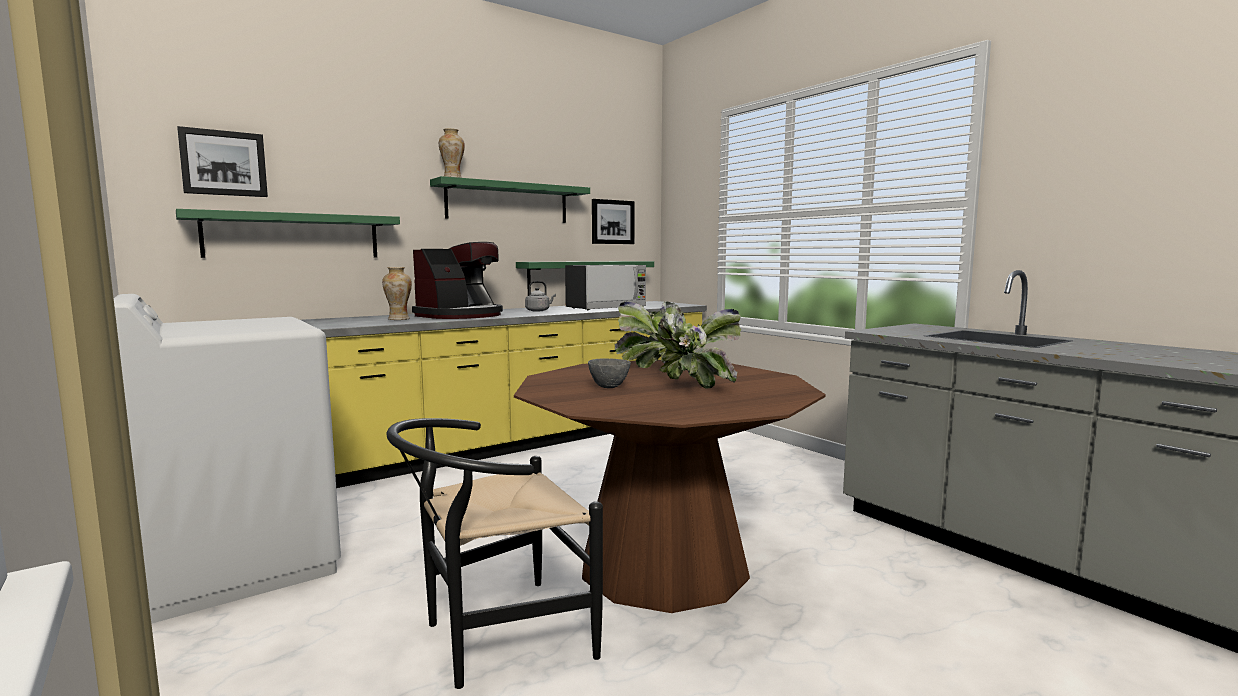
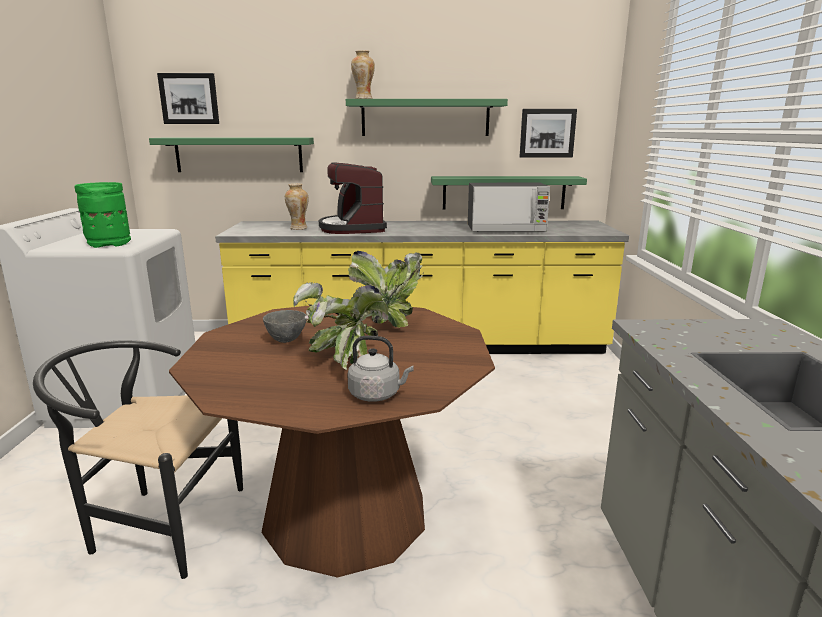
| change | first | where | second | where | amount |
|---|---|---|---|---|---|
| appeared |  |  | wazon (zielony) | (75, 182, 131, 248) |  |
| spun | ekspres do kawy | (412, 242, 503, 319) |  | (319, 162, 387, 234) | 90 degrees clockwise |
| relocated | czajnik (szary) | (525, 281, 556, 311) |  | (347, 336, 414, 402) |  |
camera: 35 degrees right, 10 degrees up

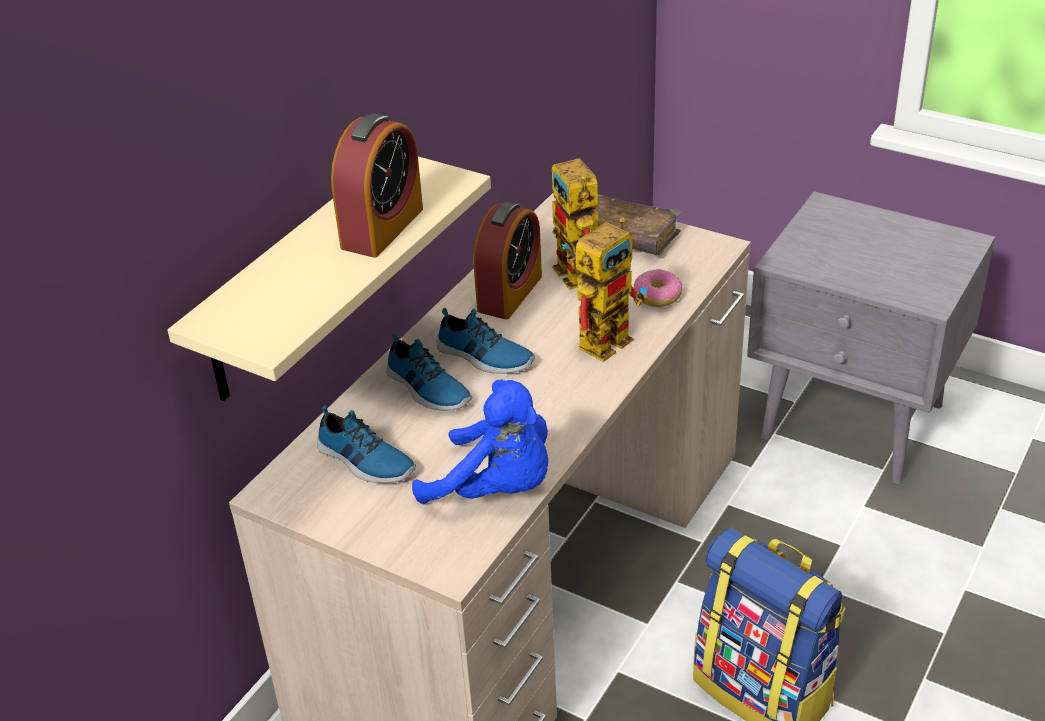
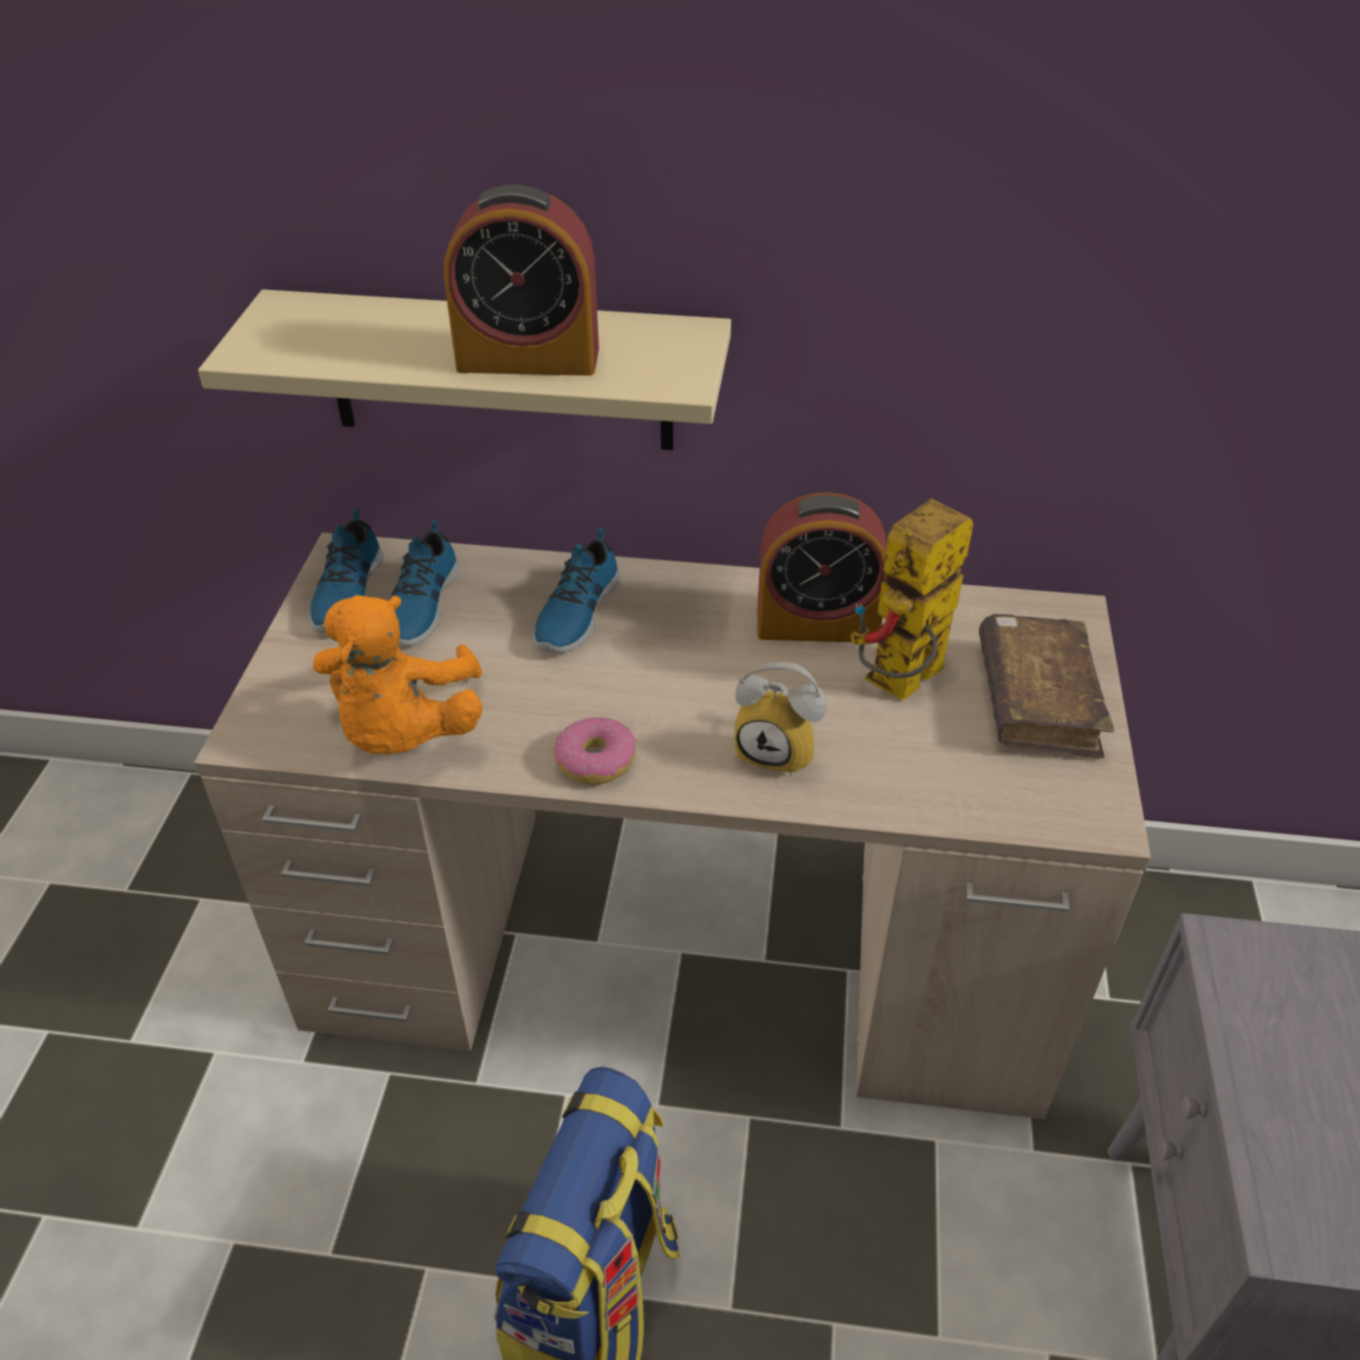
| change | first | where | second | where | amount |
|---|---|---|---|---|---|
| relocated | but | (437, 308, 535, 374) |  | (310, 508, 384, 633) |  |
| colour | pluszak (niebieski) | (412, 379, 548, 504) | pluszak (pomarańczowy) | (313, 595, 483, 755) |  |
| relocated | donut | (634, 269, 682, 307) |  | (554, 717, 636, 785) |  |
| exchanged | robot zabawkowy | (576, 217, 648, 362) | budzik | (735, 662, 827, 776) |  |
camera: 65 degrees right, 5 degrees up

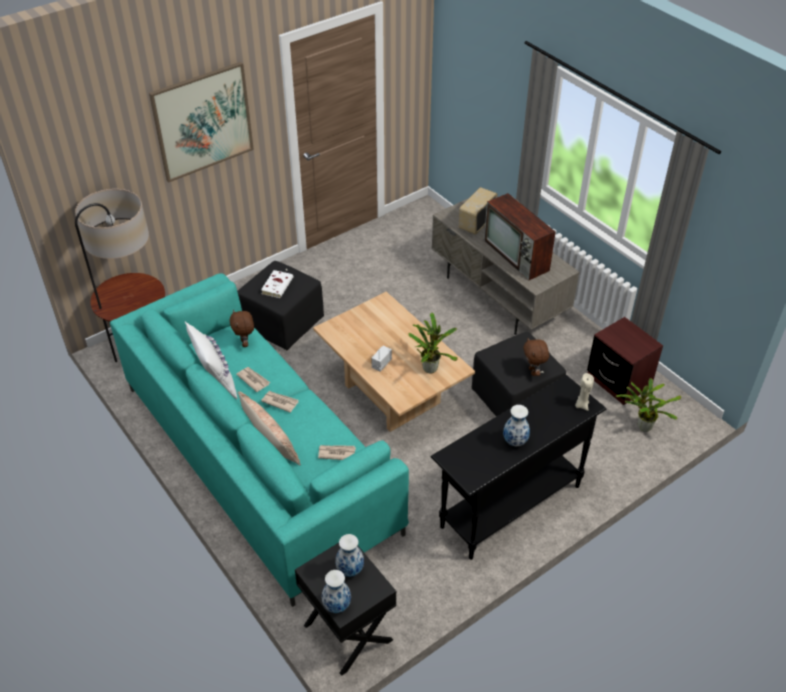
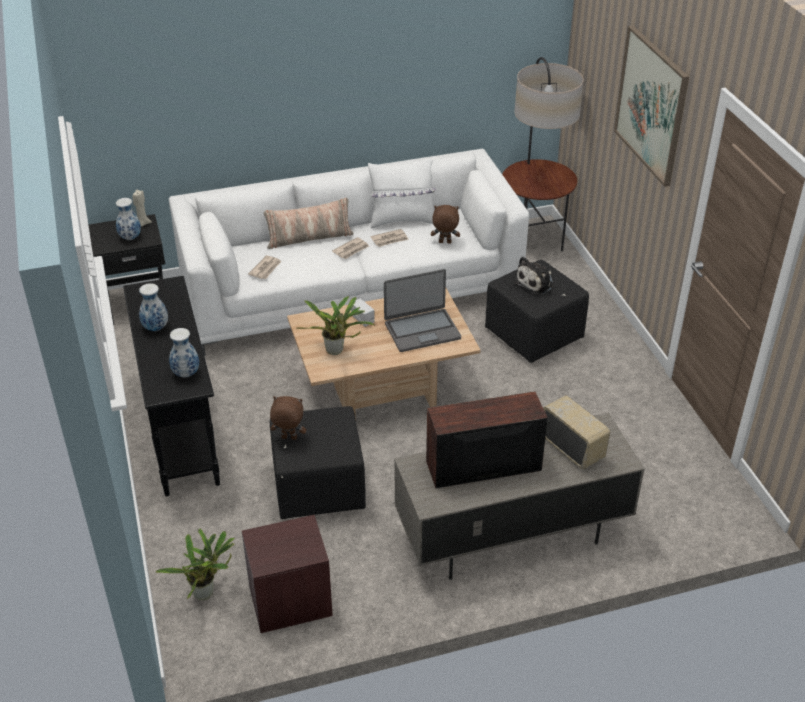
| change | first | where | second | where | amount |
|---|---|---|---|---|---|
| relocated | świeca (beżowy) | (575, 373, 594, 411) |  | (133, 190, 152, 227) |  |
| colour | kanapa (turkusowy) | (110, 273, 409, 607) | kanapa (biały) | (169, 149, 529, 356) |  |
| relocated | wazon | (322, 570, 351, 613) |  | (169, 328, 199, 377) |  |
| appeared |  |  | laptop | (384, 269, 461, 352) |  |
| exchanged | książka (biały) | (261, 270, 293, 298) | pluszak | (514, 256, 554, 295) |  |
camera: 110 degrees right, 5 degrees down

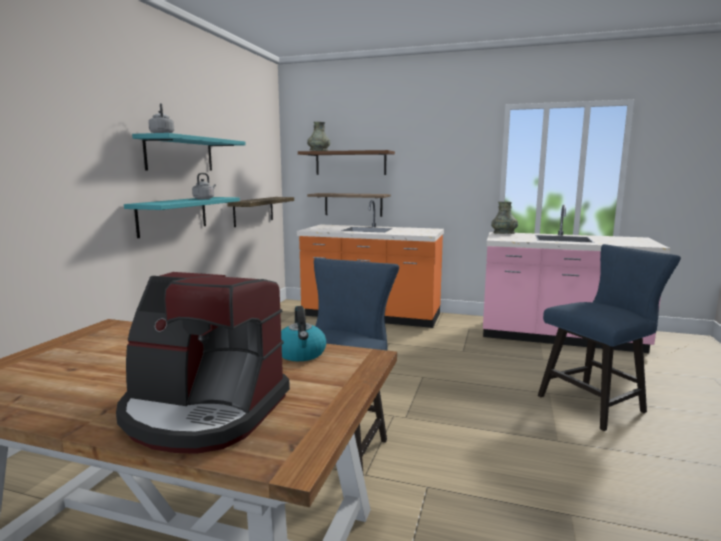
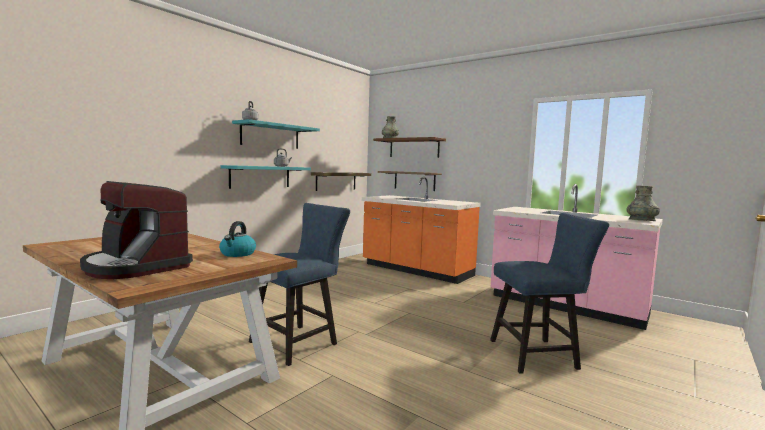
| change | first | where | second | where | amount |
|---|---|---|---|---|---|
| relocated | wazon (szary) | (491, 202, 518, 234) |  | (626, 186, 660, 221) |  |
camera: 20 degrees right, 5 degrees down

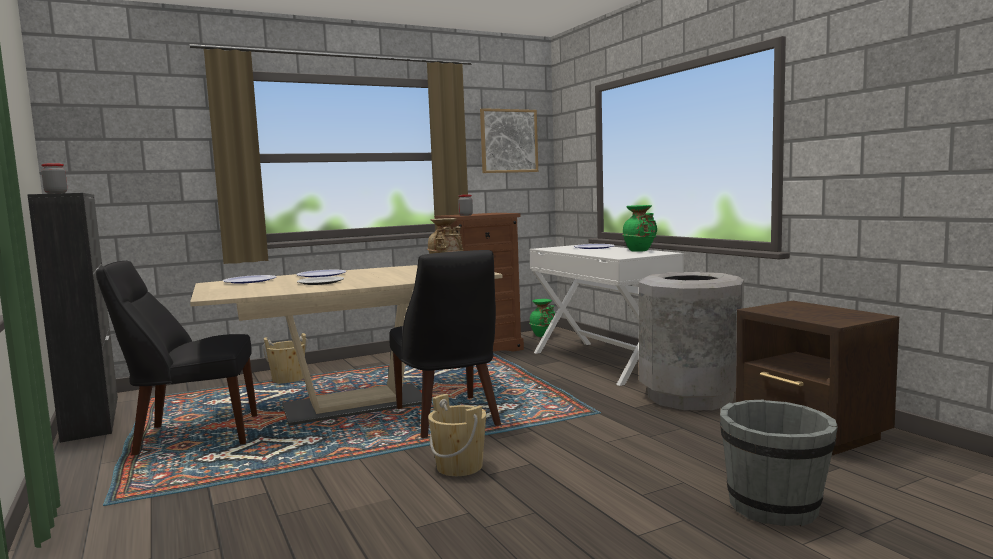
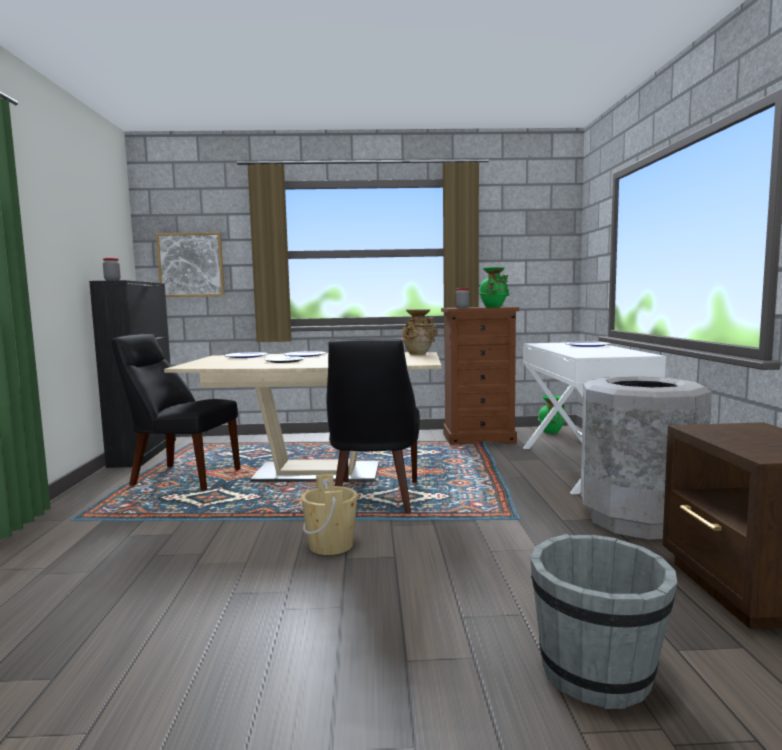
| change | first | where | second | where | amount |
|---|---|---|---|---|---|
| relocated | obraz | (480, 108, 538, 173) |  | (156, 232, 225, 297) |  |
| relocated | wazon (zielony) | (622, 205, 657, 252) |  | (479, 267, 509, 307) |  |
| missing | wiadro (beżowy) | (263, 333, 308, 383) |  |  |  |
camera: 25 degrees right, 0 degrees up

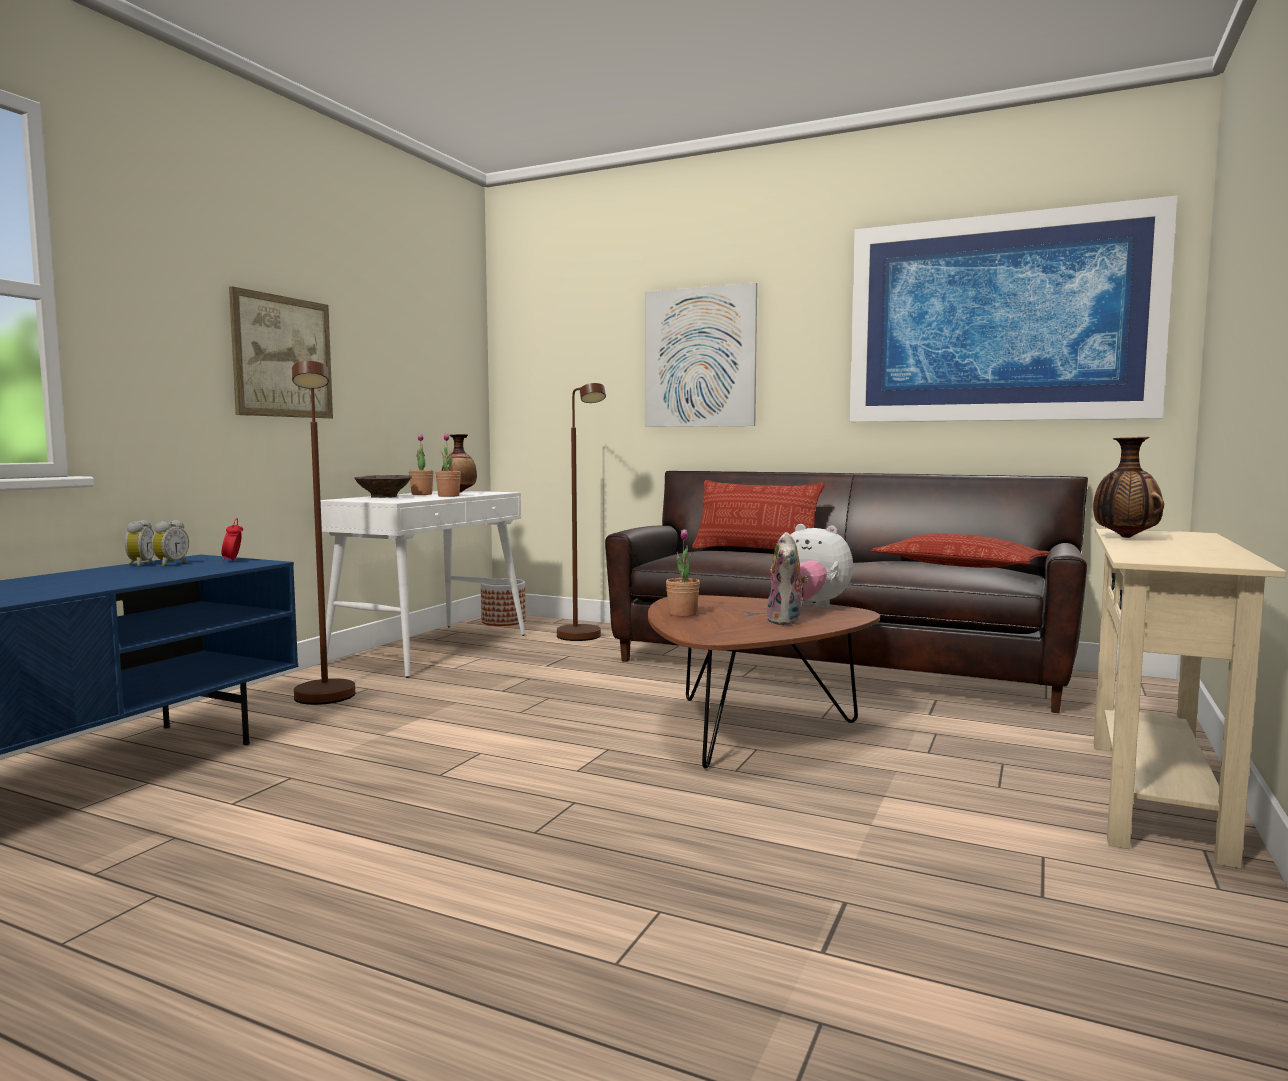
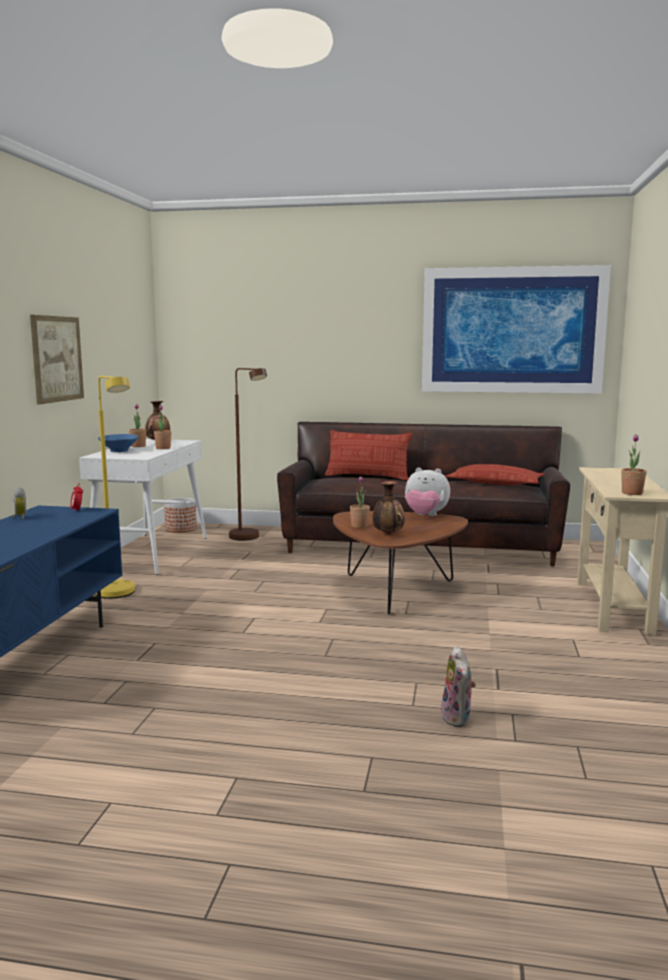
| change | first | where | second | where | amount |
|---|---|---|---|---|---|
| colour | lampa stojąca (brązowy) | (292, 361, 355, 705) | lampa stojąca (żółty) | (95, 376, 135, 599) |  |
| colour | miska (brązowy) | (354, 475, 412, 498) | miska (niebieski) | (98, 434, 138, 452) |  |
| relocated | wazon | (1093, 437, 1164, 538) |  | (372, 481, 405, 534) |  |
| relocated | pluszak | (767, 532, 808, 625) |  | (441, 646, 476, 727) |  |
| appeared |  |  | roślina doniczkowa | (621, 434, 647, 495) |  |
| missing | budzik | (151, 520, 189, 567) |  |  |  |
| missing | obraz | (646, 283, 757, 427) |  |  |  |
camera: 15 degrees left, 5 degrees up

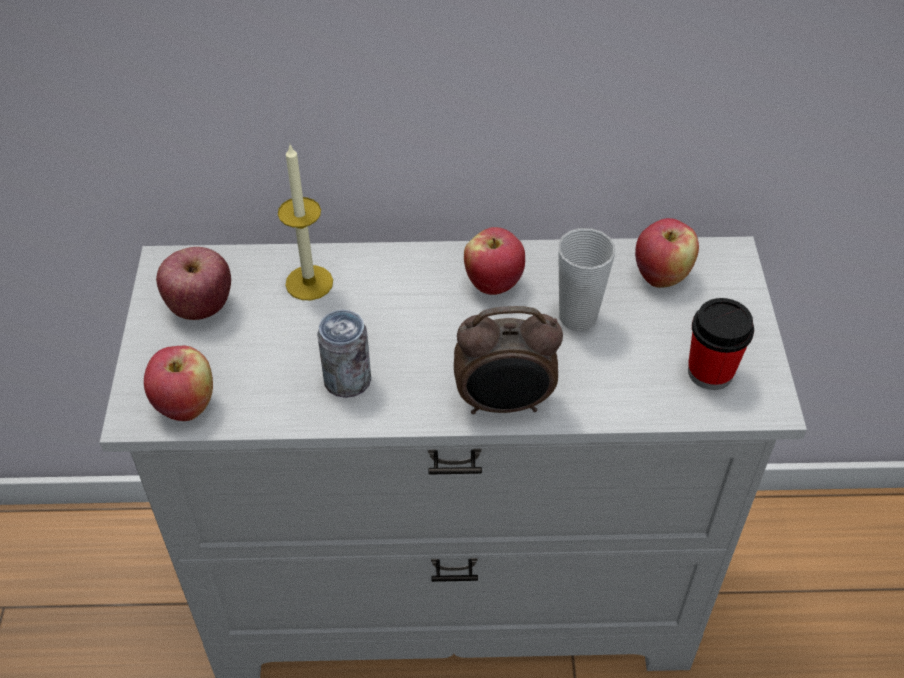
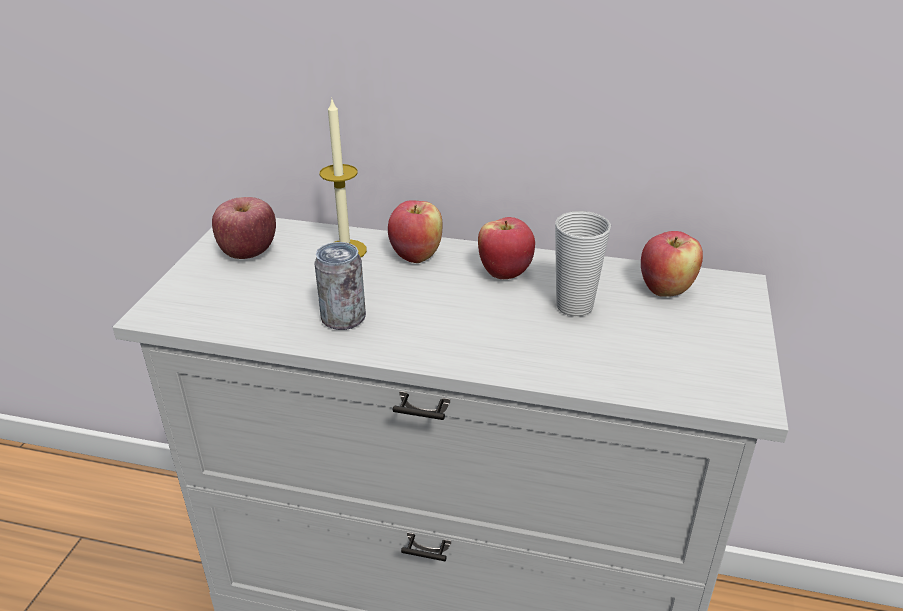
| change | first | where | second | where | amount |
|---|---|---|---|---|---|
| relocated | jabłko | (144, 346, 213, 421) |  | (388, 200, 442, 263) |  |
| missing | budzik | (454, 306, 563, 414) |  |  |  |
| missing | filiżanka | (688, 298, 754, 390) |  |  |  |
camera: 15 degrees right, 15 degrees down

